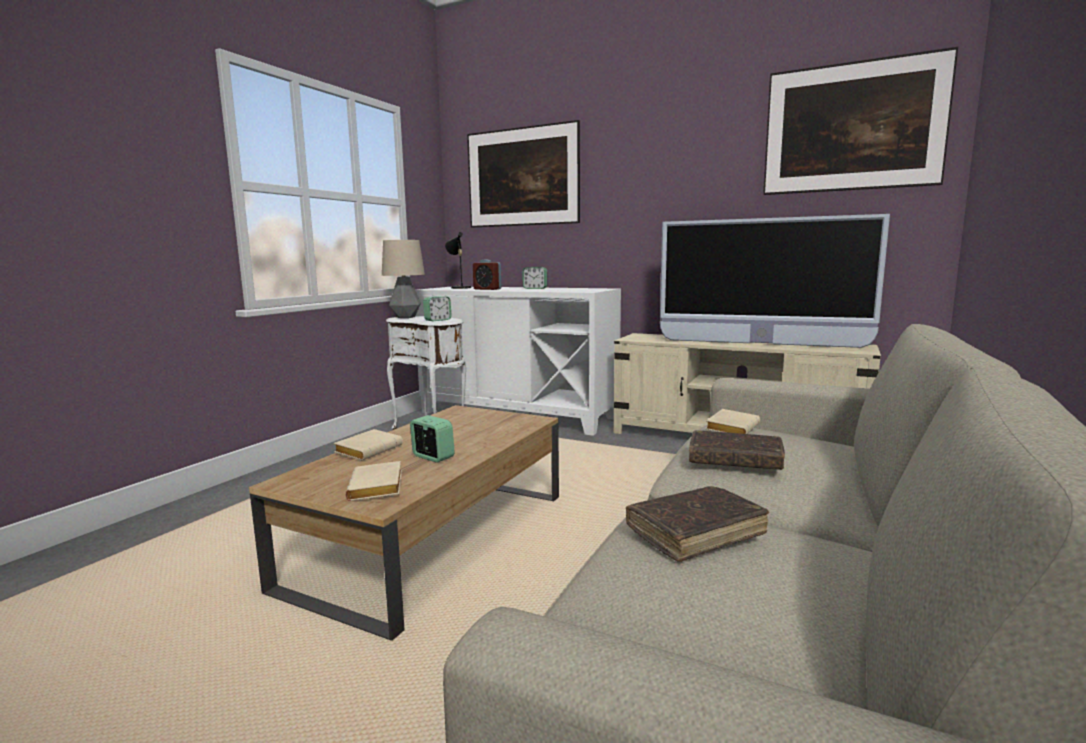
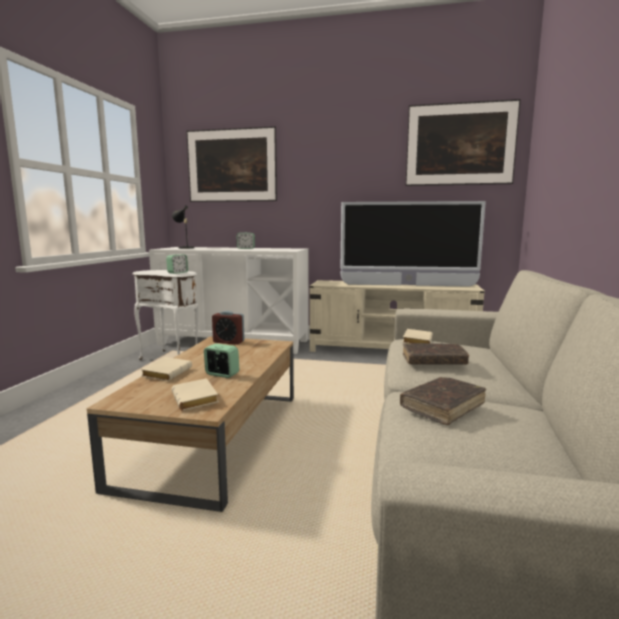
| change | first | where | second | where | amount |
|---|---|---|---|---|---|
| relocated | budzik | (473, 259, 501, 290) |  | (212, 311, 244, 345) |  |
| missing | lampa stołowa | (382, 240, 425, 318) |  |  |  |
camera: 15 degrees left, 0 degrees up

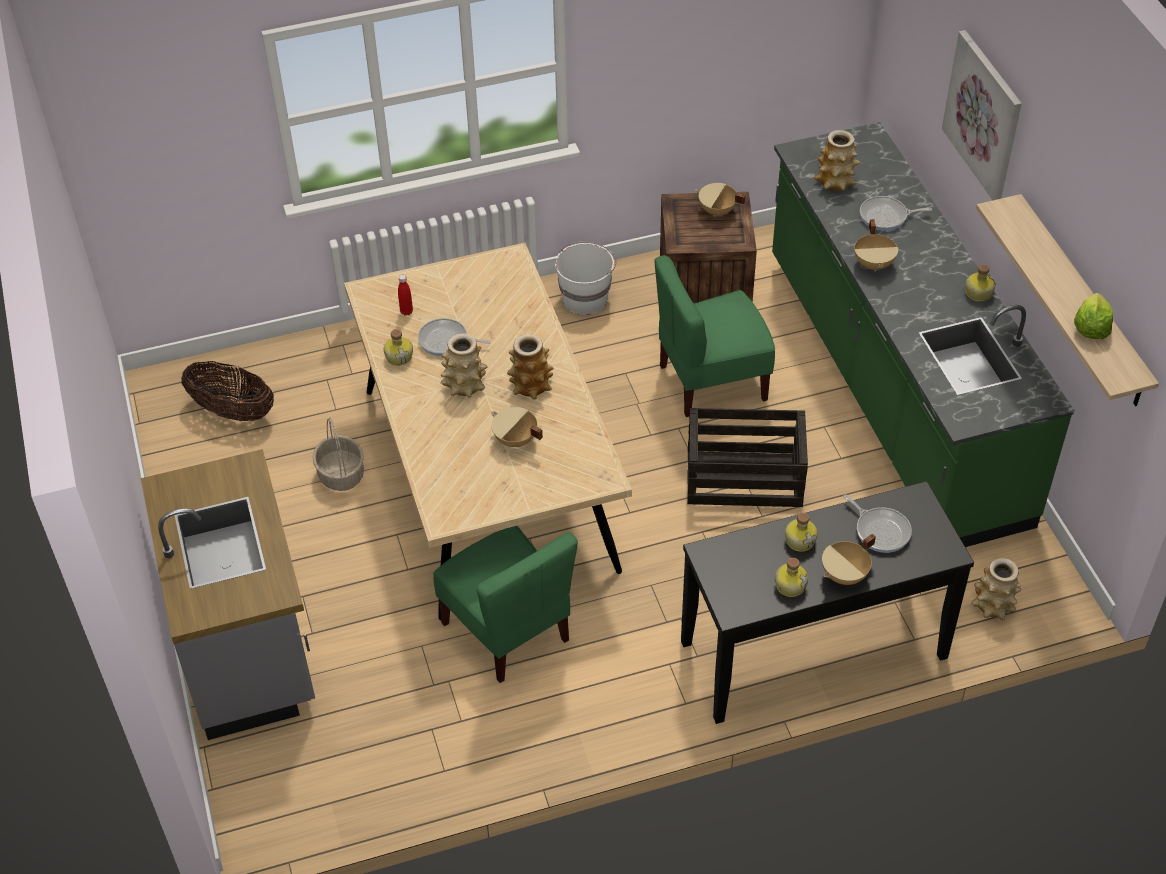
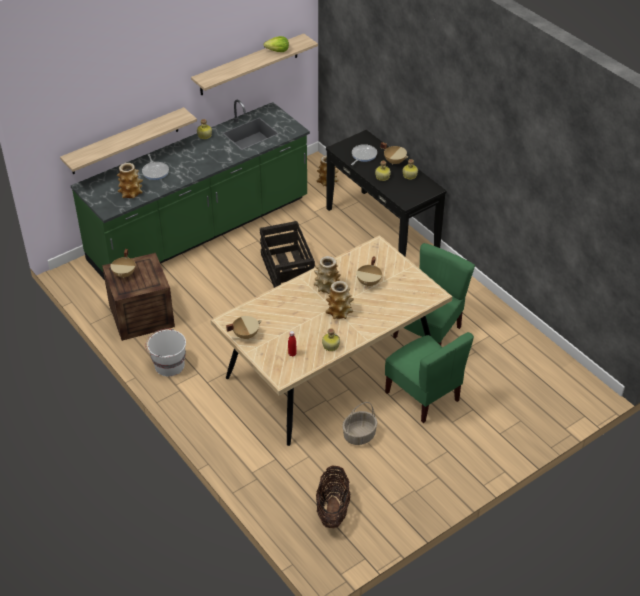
| change | first | where | second | where | amount |
|---|---|---|---|---|---|
| appeared |  |  | półka | (60, 107, 197, 174) |  |
| relocated | garnek (beżowy) | (854, 219, 898, 271) |  | (226, 316, 262, 339) |  |
| relocated | krzesło (zielony) | (654, 255, 775, 417) |  | (385, 332, 474, 423) |  |
| missing | zabudowa kuchenna (szary) | (141, 449, 315, 740) |  |  |  |
| missing | patelnia | (418, 318, 491, 356) |  |  |  |
| missing | obraz | (942, 30, 1022, 200) |  |  |  |
camera: 110 degrees left, 5 degrees down

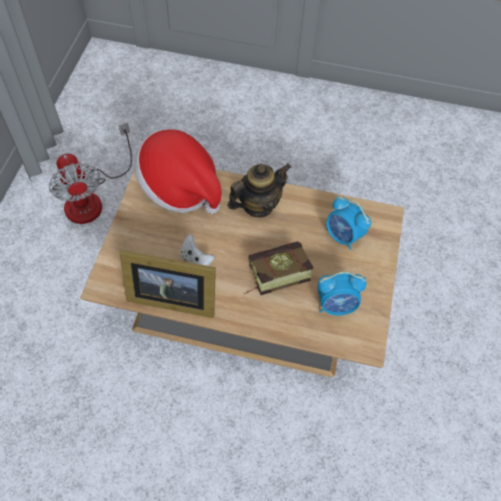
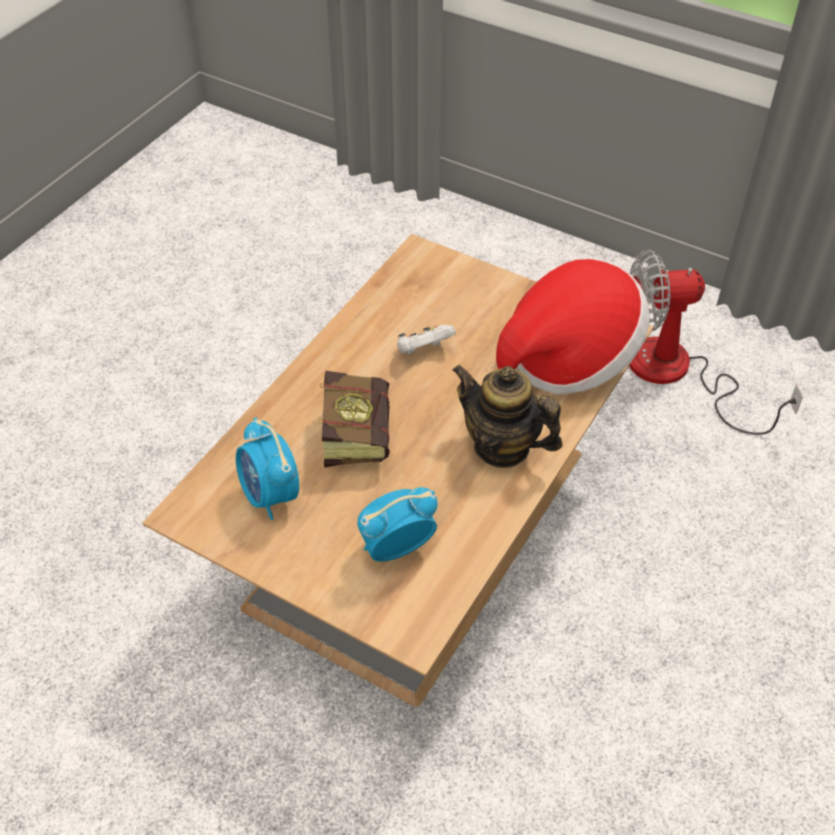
| change | first | where | second | where | amount |
|---|---|---|---|---|---|
| spun | budzik | (318, 272, 366, 315) |  | (236, 417, 299, 520) | 45 degrees counterclockwise |
| spun | imbryk | (227, 164, 291, 217) |  | (452, 364, 563, 468) | 135 degrees clockwise |
| missing | ramka na zdjęcie | (119, 250, 216, 318) |  |  |  |
camera: 110 degrees right, 10 degrees down

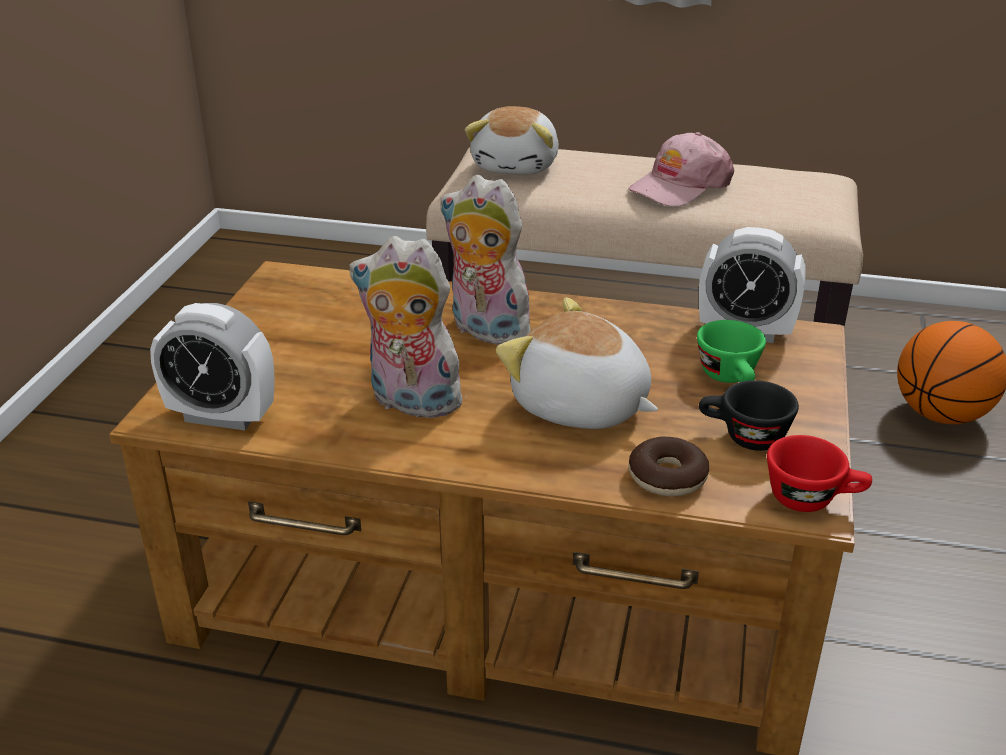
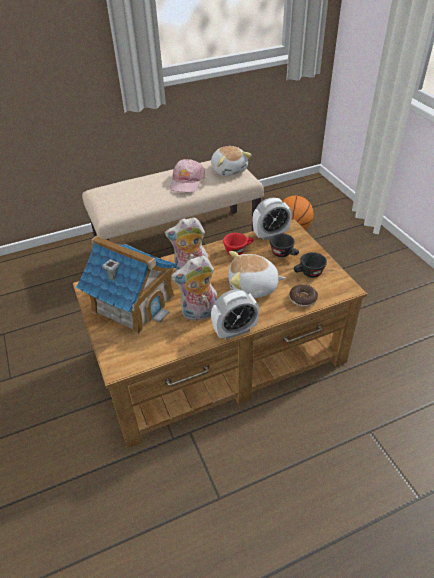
| change | first | where | second | where | amount |
|---|---|---|---|---|---|
| appeared |  |  | domek | (76, 235, 177, 334) |  |
| relocated | pluszak | (465, 106, 559, 175) |  | (211, 146, 252, 176) |  |
| relocated | budzik | (150, 303, 275, 431) |  | (211, 289, 259, 340) |  |
| relocated | filiżanka (czerwony) | (767, 435, 872, 512) |  | (223, 233, 253, 255) |  |
| colour | filiżanka (zielony) | (697, 320, 766, 383) | filiżanka (czarny) | (270, 234, 299, 257) |  |
camera: 35 degrees left, 10 degrees up

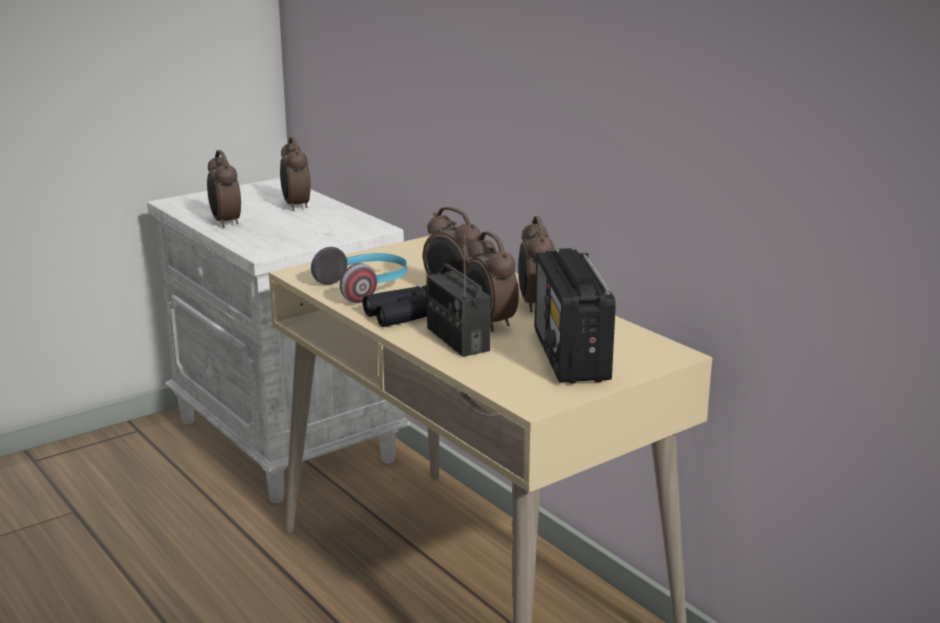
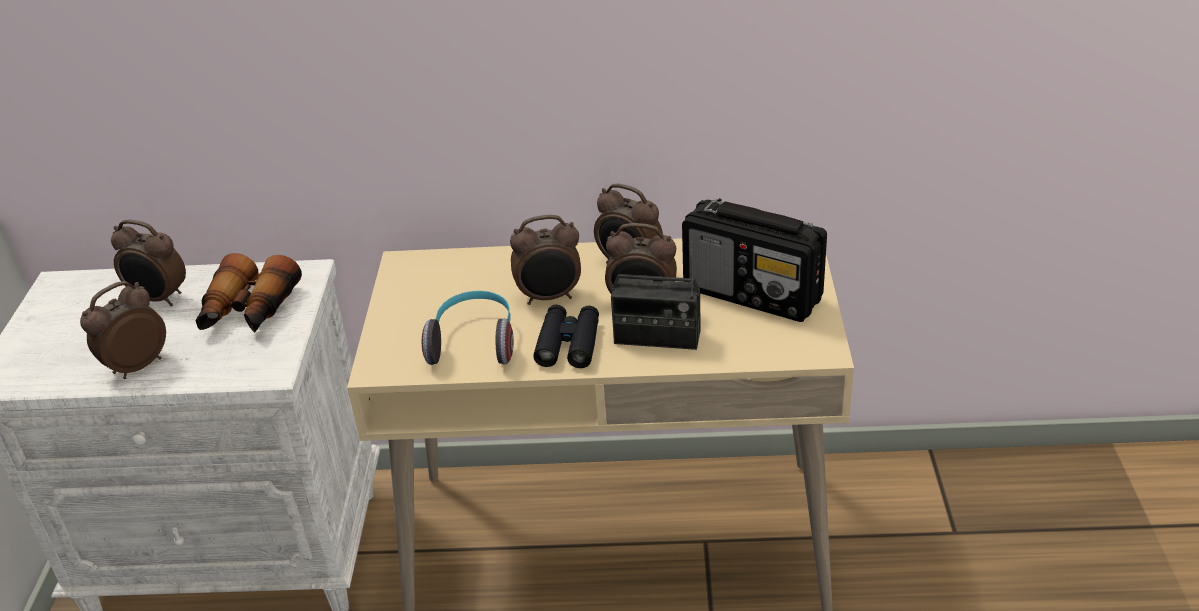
| change | first | where | second | where | amount |
|---|---|---|---|---|---|
| spun | budzik | (207, 150, 241, 228) |  | (80, 281, 166, 379) | 120 degrees clockwise |
| appeared |  |  | lornetka | (195, 253, 302, 332) |  |
camera: 50 degrees left, 15 degrees up

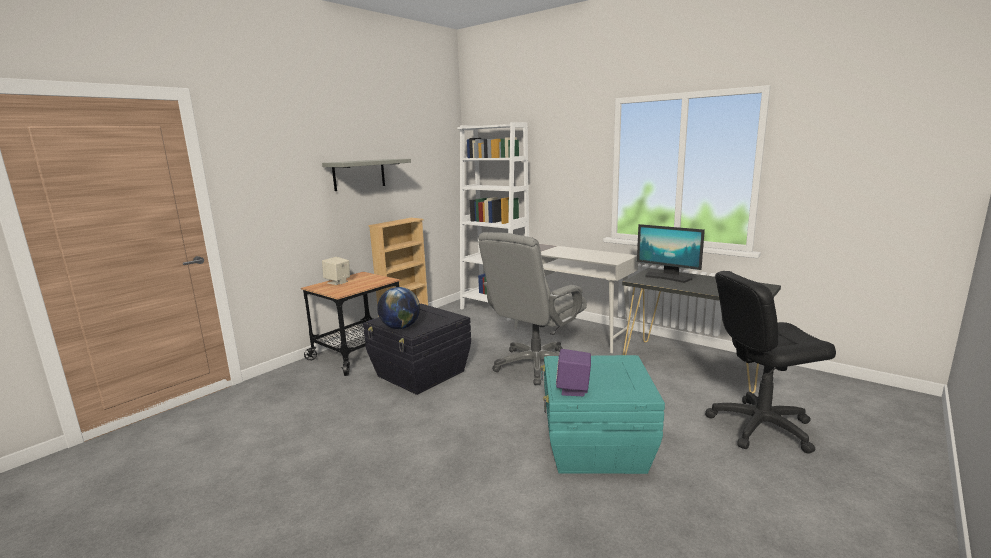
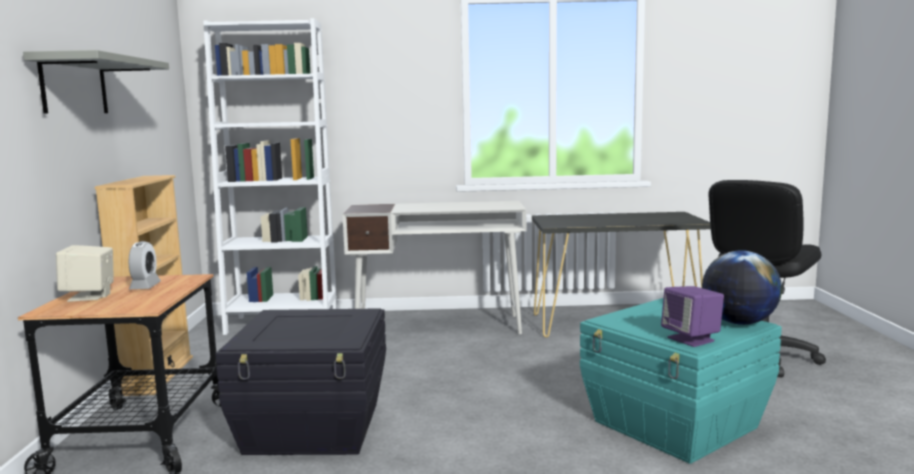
| change | first | where | second | where | amount |
|---|---|---|---|---|---|
| appeared |  |  | budzik | (129, 241, 161, 289) |  |
| relocated | globus | (377, 287, 420, 329) |  | (702, 250, 782, 325) |  |
| missing | krzesło biurowe (szary) | (478, 232, 587, 385) |  |  |  |
| missing | monitor | (637, 224, 705, 283) |  |  |  |
camera: 40 degrees left, 5 degrees down

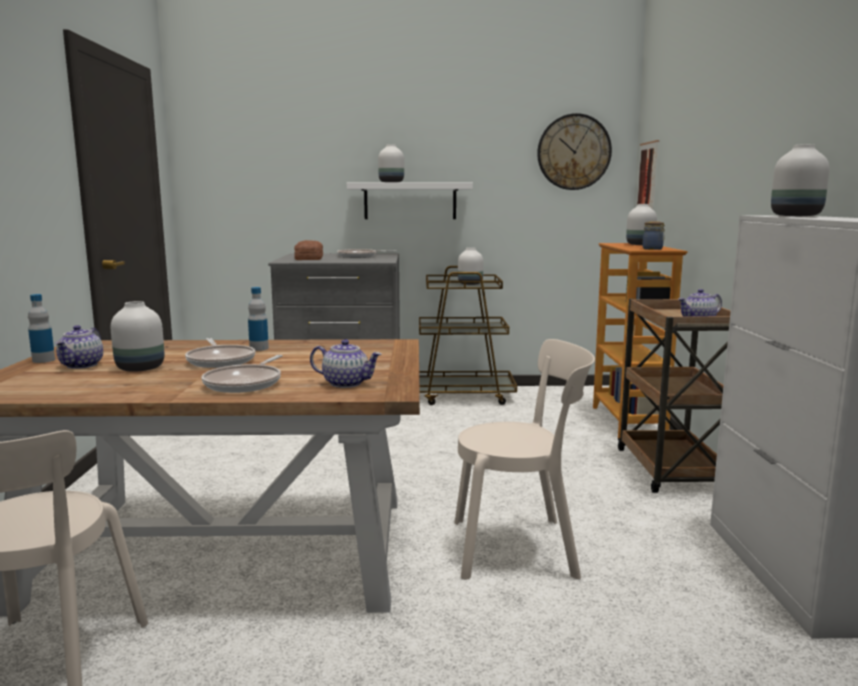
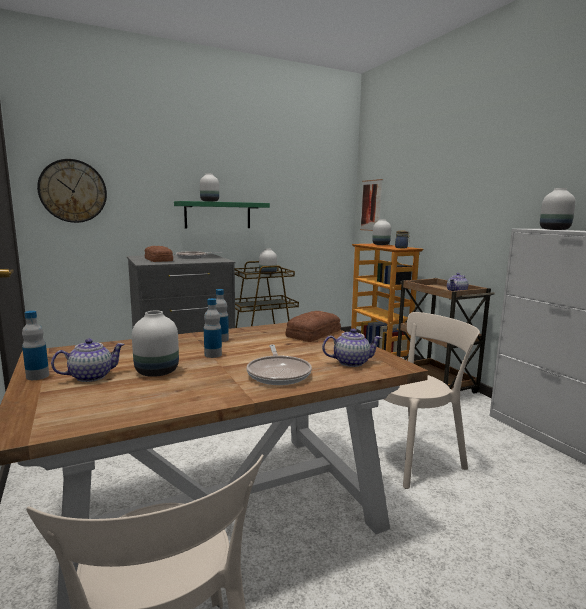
| change | first | where | second | where | amount |
|---|---|---|---|---|---|
| relocated | zegar ścienny | (537, 113, 612, 190) |  | (37, 159, 107, 223) |  |
| spun | imbryk | (55, 325, 103, 369) |  | (51, 339, 125, 382) | 105 degrees counterclockwise |
| colour | półka (biały) | (347, 183, 473, 219) | półka (zielony) | (174, 201, 270, 229) |  |
| exchanged | patelnia | (185, 338, 255, 368) | butelka | (204, 298, 222, 358) |  |
| appeared |  |  | chleb | (286, 311, 341, 342) |  |
camera: 25 degrees left, 0 degrees up

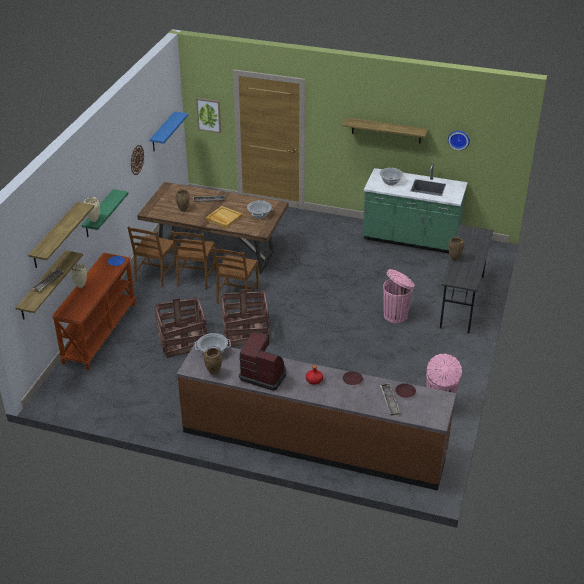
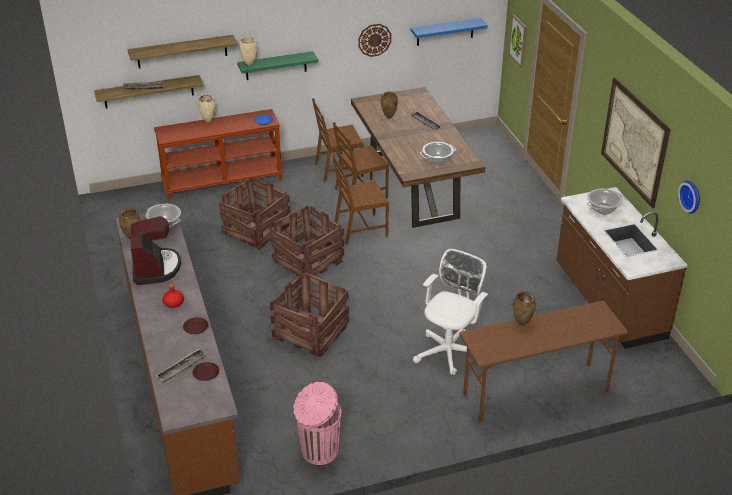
| change | first | where | second | where | amount |
|---|---|---|---|---|---|
| appeared |  |  | skrzynka | (270, 272, 349, 357) |  |
| exchanged | kosz na śmieci (różowy) | (383, 269, 415, 323) | krzesło biurowe (biały) | (413, 249, 488, 375) |  |
| colour | biurko (szary) | (440, 225, 493, 334) | biurko (brązowy) | (460, 301, 628, 424) |  |
| colour | zabudowa kuchenna (zielony) | (363, 163, 468, 253) | zabudowa kuchenna (brązowy) | (556, 187, 688, 349) |  |
| exchanged | półka | (342, 117, 428, 143) | obraz | (601, 78, 671, 209) |  |
| missing | taca (beżowy) | (206, 206, 243, 228) |  |  |  |
camera: 55 degrees right, 0 degrees up

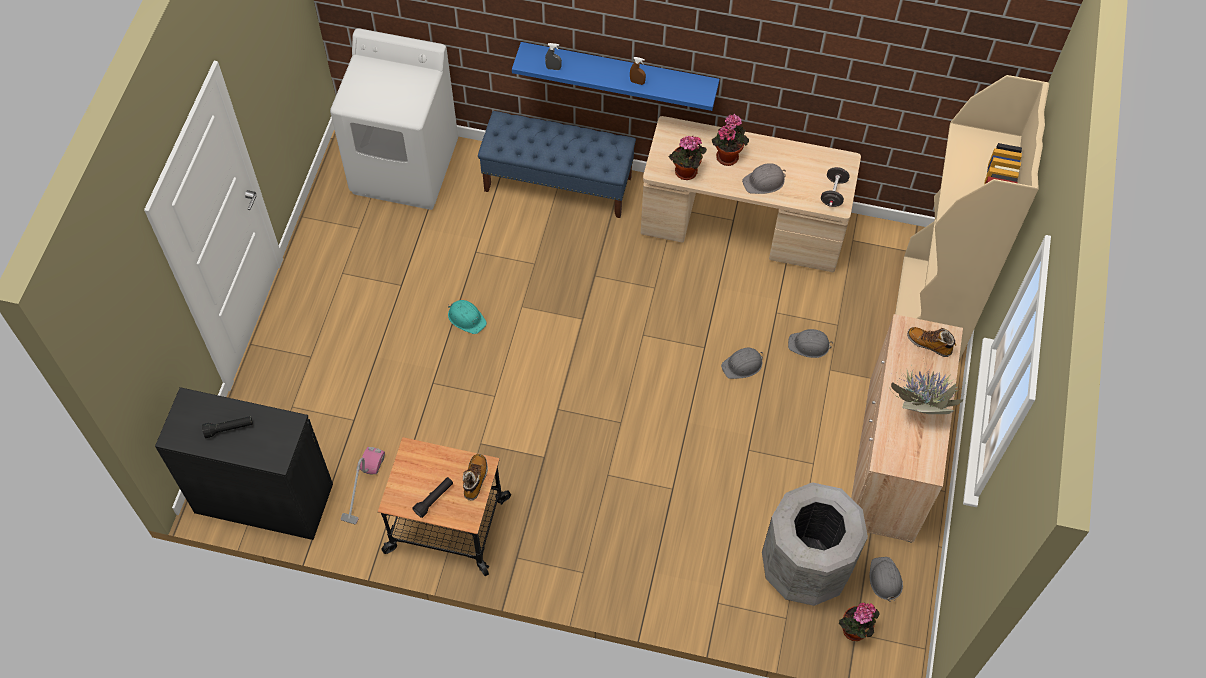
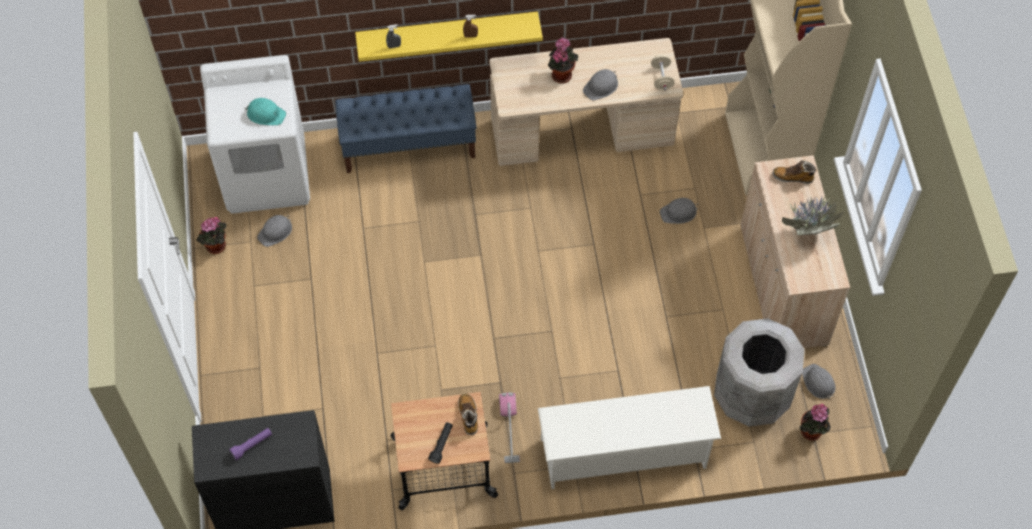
| change | first | where | second | where | amount |
|---|---|---|---|---|---|
| relocated | roślina doniczkowa | (668, 136, 707, 180) |  | (196, 217, 227, 254) |  |
| colour | latarka (czarny) | (202, 416, 253, 438) | latarka (fioletowy) | (229, 428, 272, 460) |  |
| relocated | kask (turkusowy) | (448, 300, 487, 334) |  | (244, 98, 286, 125) |  |
| relocated | kask (szary) | (721, 348, 763, 379) |  | (257, 215, 292, 247) |  |
| colour | półka (niebieski) | (512, 42, 719, 111) | półka (żółty) | (355, 11, 543, 62) |  |
| relocated | odkurzacz | (340, 447, 385, 524) |  | (499, 392, 520, 463) |  |
| appeared |  |  | regał na buty (biały) | (538, 386, 721, 489) |  |
| colour | hantel (czarny) | (821, 167, 850, 207) | hantel (beżowy) | (651, 55, 674, 90) |  |
camera: 20 degrees left, 0 degrees up

